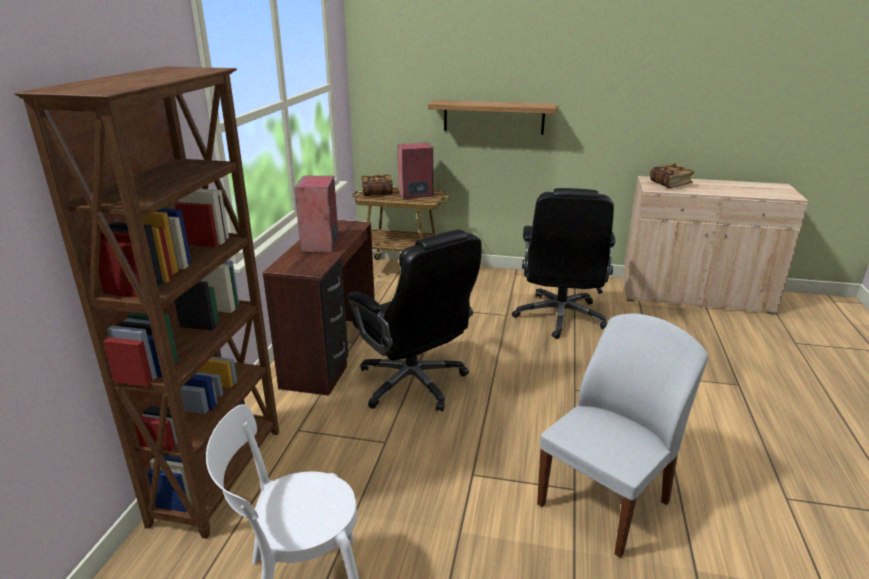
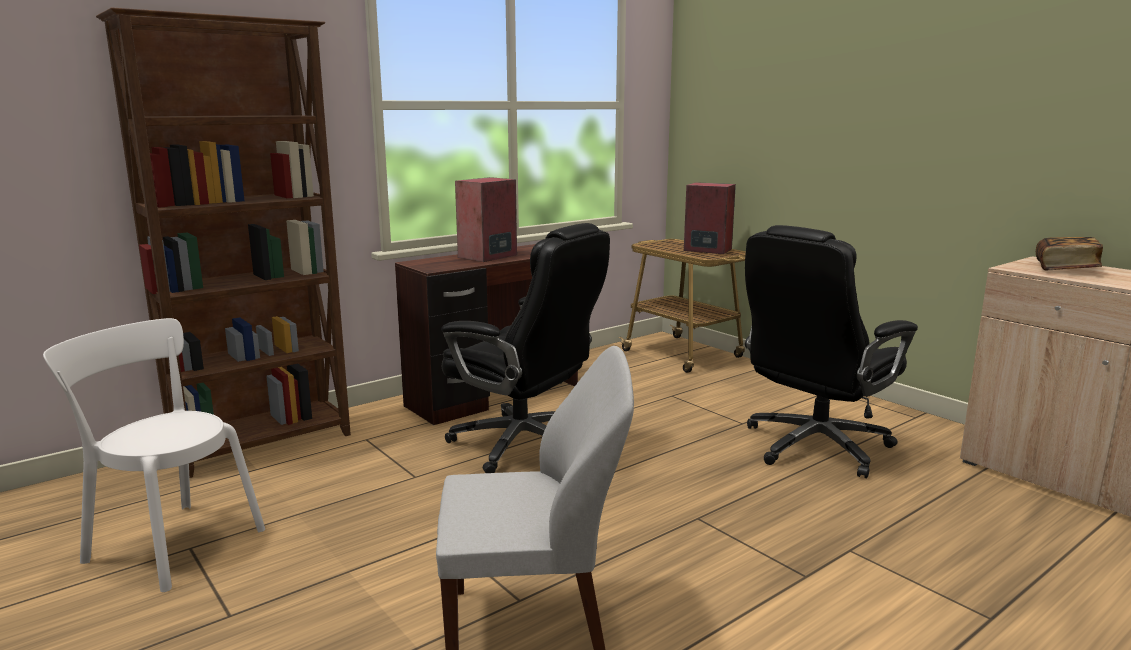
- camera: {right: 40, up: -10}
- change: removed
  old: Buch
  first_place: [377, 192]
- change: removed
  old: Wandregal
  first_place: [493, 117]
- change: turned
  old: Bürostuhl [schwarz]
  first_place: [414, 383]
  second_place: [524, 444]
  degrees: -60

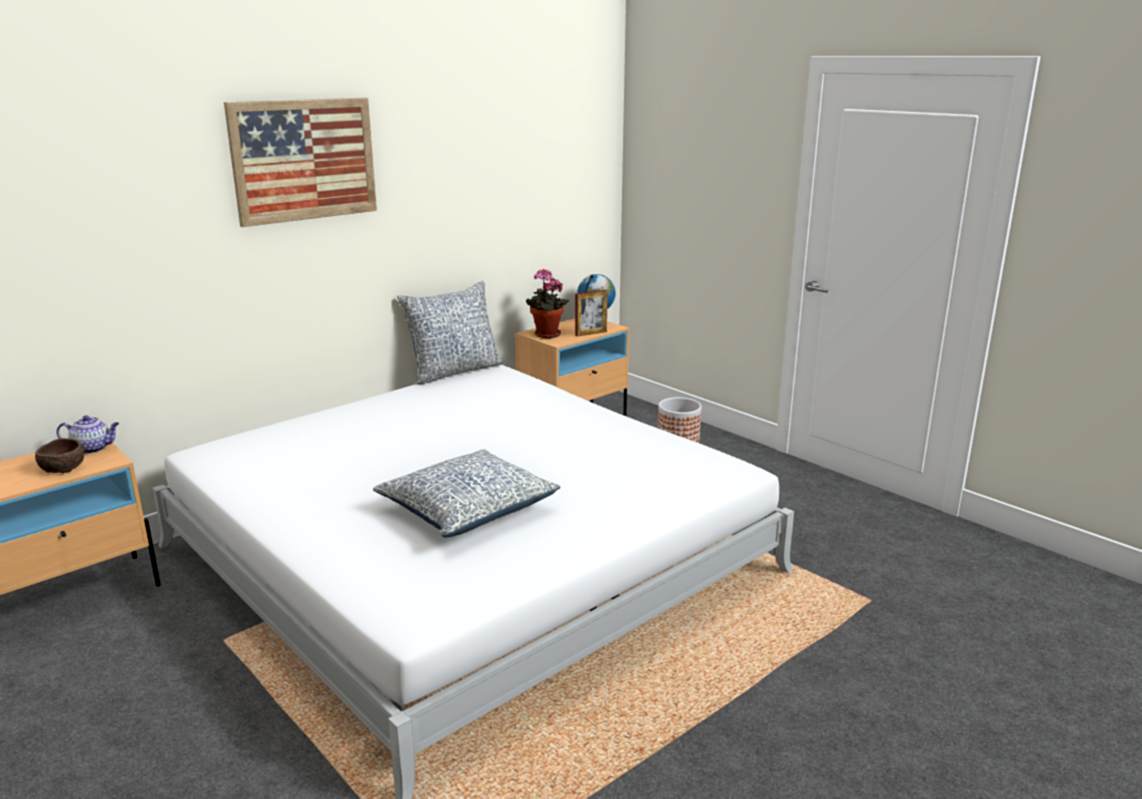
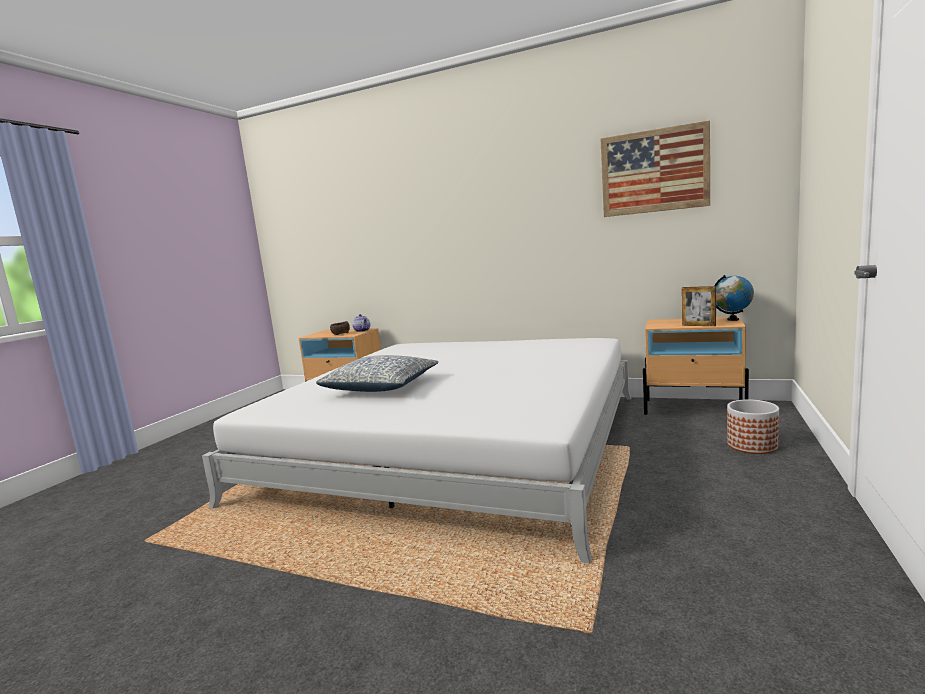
- camera: {right: 65, up: -10}
- change: removed
  old: Kissen
  first_place: [454, 371]
- change: removed
  old: Topfpflanze
  first_place: [546, 335]
- change: moved
  old: Bild
  first_place: [304, 160]
  second_place: [654, 171]

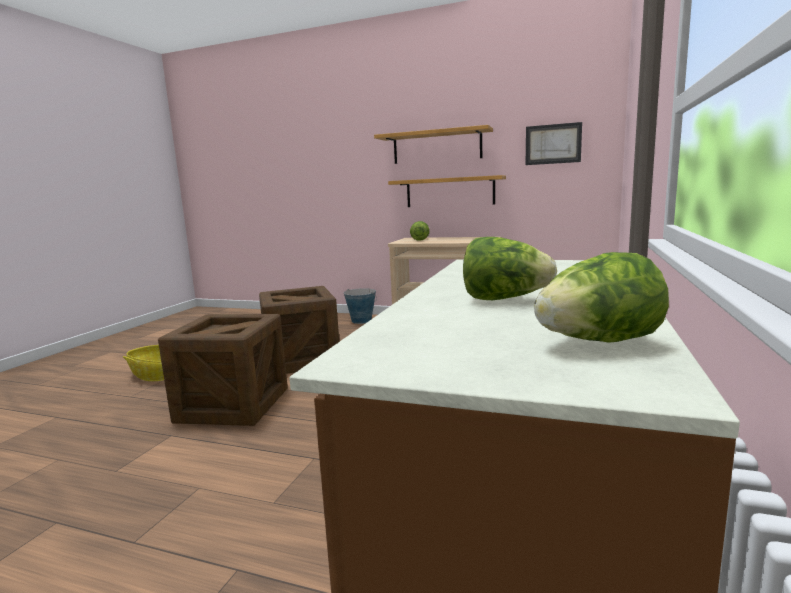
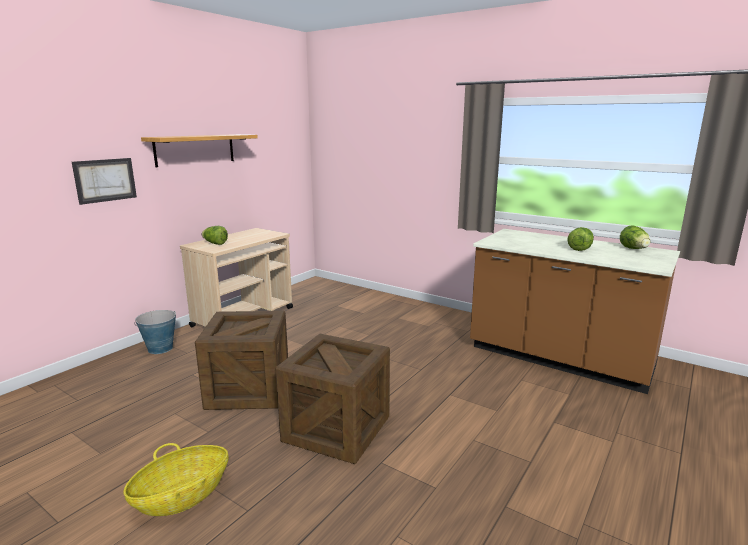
- camera: {right: -75, up: 5}
- change: removed
  old: Wandregal
  first_place: [450, 192]
- change: moved
  old: Bild
  first_place: [553, 144]
  second_place: [105, 180]

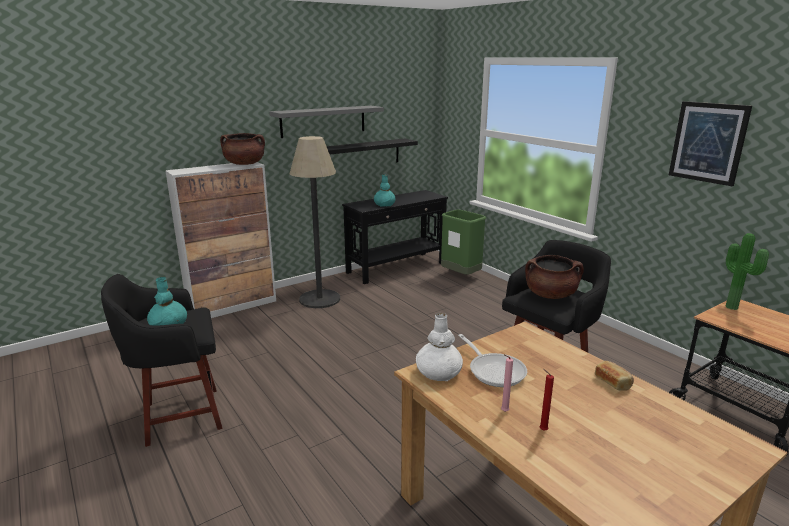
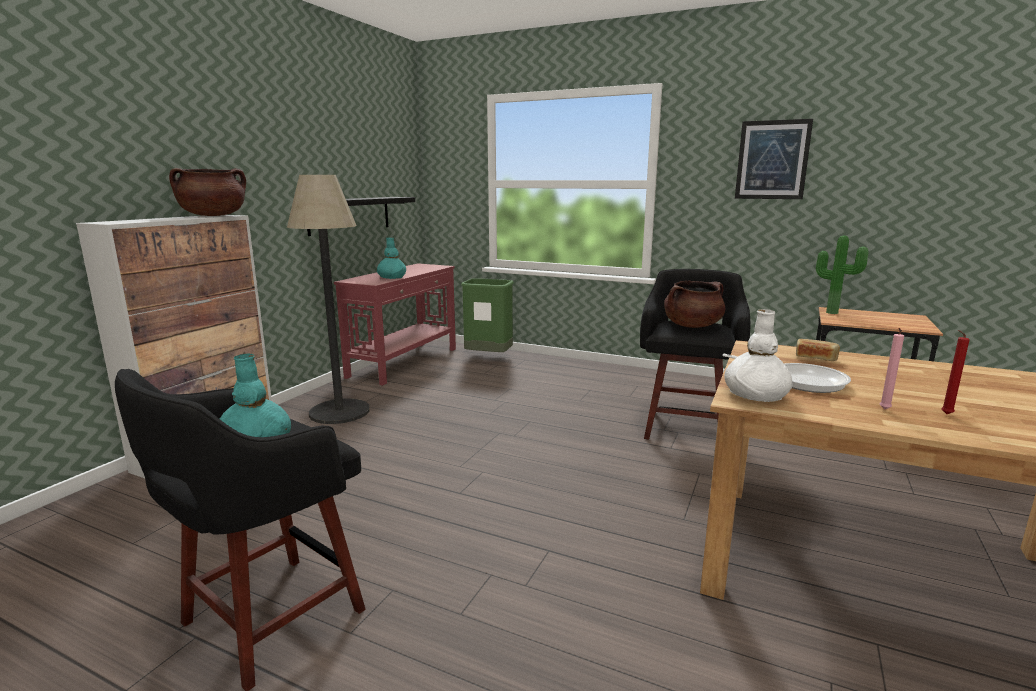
- camera: {right: -30, up: -5}
- change: removed
  old: Wandregal [grau]
  first_place: [323, 121]
- change: moved
  old: Brot
  first_place: [613, 382]
  second_place: [815, 358]
- change: recoloured
  old: Konsolentisch [schwarz]
  new: Konsolentisch [rot]
  first_place: [397, 267]
  second_place: [405, 362]

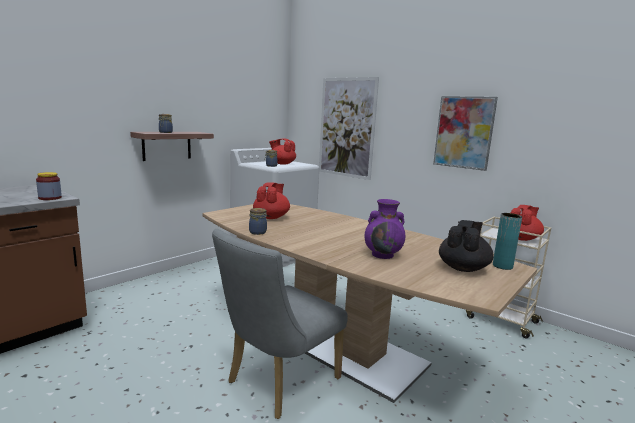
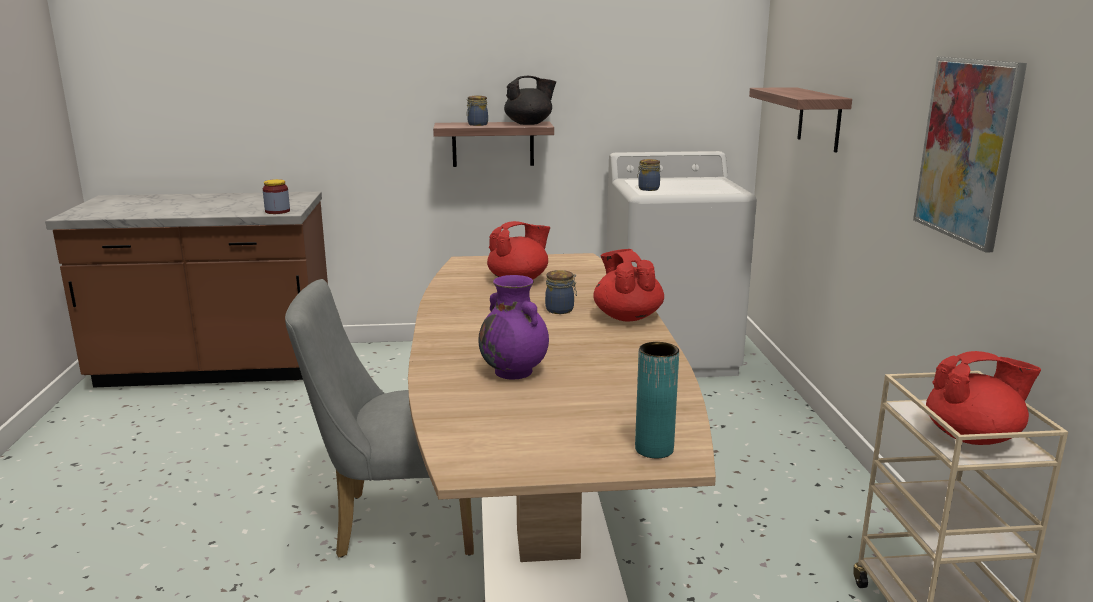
- camera: {right: 45, up: 5}
- change: moved
  old: Vorratsglas
  first_place: [258, 232]
  second_place: [561, 310]
- change: moved
  old: Teekanne [rot]
  first_place: [282, 163]
  second_place: [627, 316]
- change: moved
  old: Teekanne [schwarz]
  first_place: [463, 268]
  second_place: [529, 124]
- change: replaced
  old: Bild
  new: Wandregal
  first_place: [346, 127]
  second_place: [819, 119]

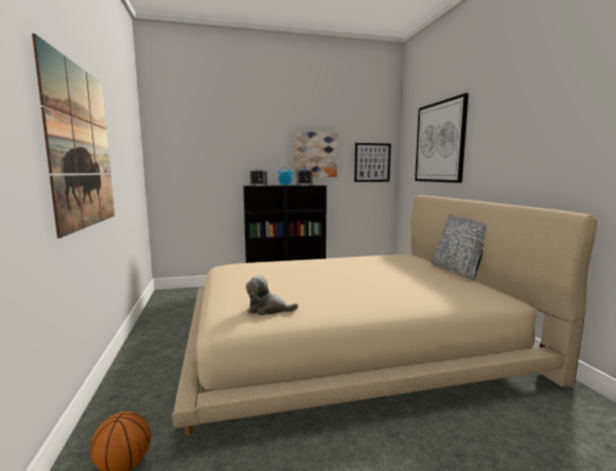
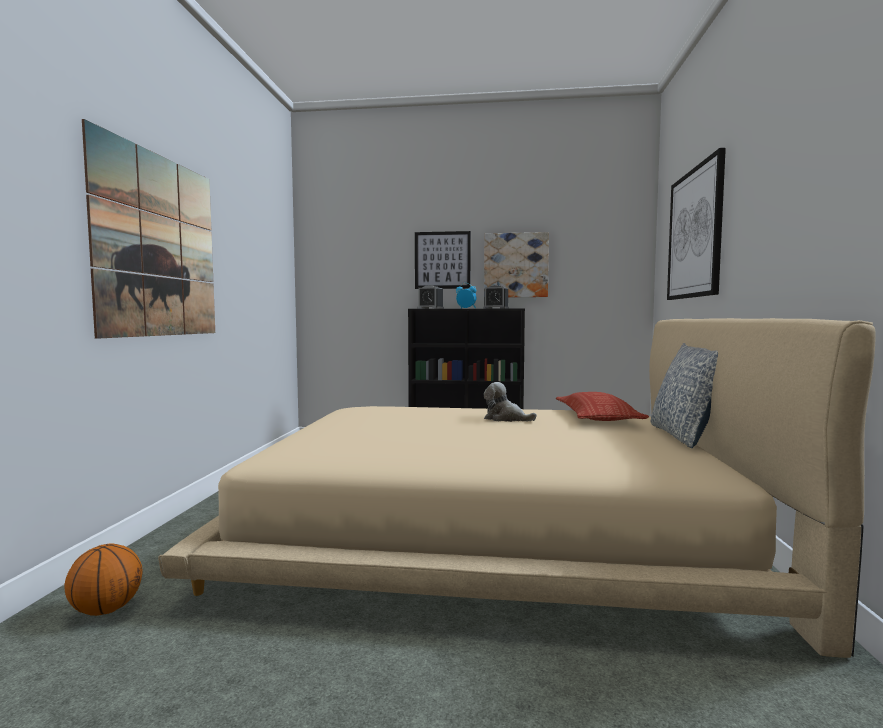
- camera: {right: 20, up: -5}
- change: added
  new: Kissen
  second_place: [597, 416]
- change: moved
  old: Plüschtier
  first_place: [268, 309]
  second_place: [505, 419]
- change: moved
  old: Bild
  first_place: [372, 162]
  second_place: [442, 260]

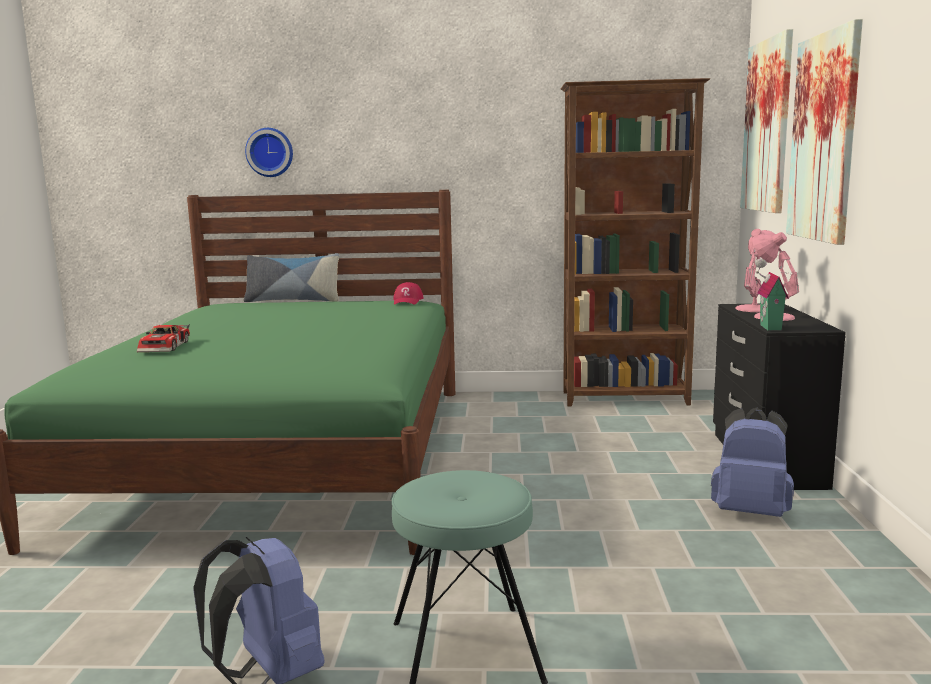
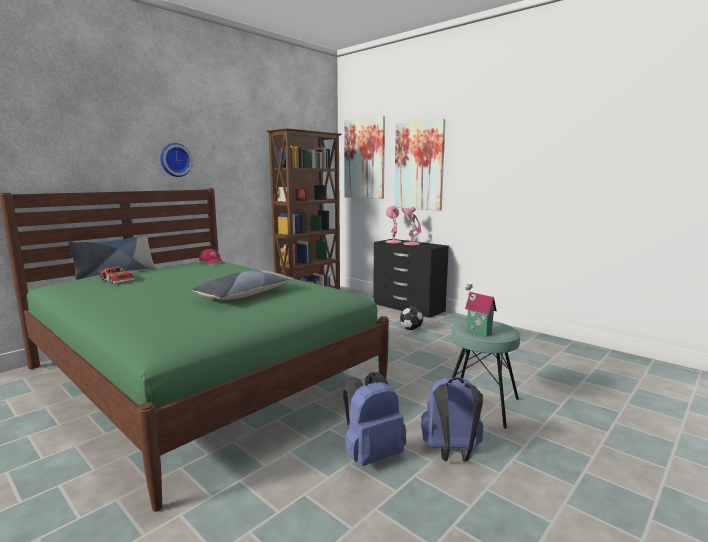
- camera: {right: -50, up: 0}
- change: added
  new: Kissen
  second_place: [244, 295]
- change: added
  new: Fußball
  second_place: [411, 329]
- change: moved
  old: Spielzeugauto
  first_place: [167, 347]
  second_place: [118, 280]
- change: moved
  old: Wanduhr
  first_place: [270, 152]
  second_place: [175, 160]
- change: moved
  old: Rucksack [blau]
  first_place: [750, 511]
  second_place: [371, 454]
- change: moved
  old: Spielzeughaus
  first_place: [768, 327]
  second_place: [478, 333]

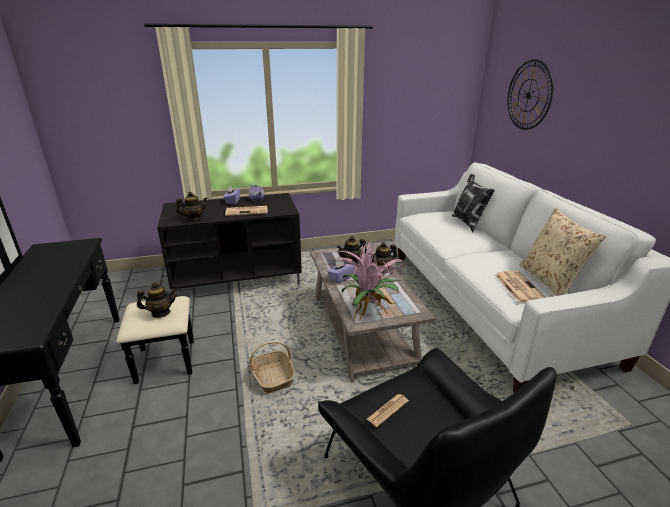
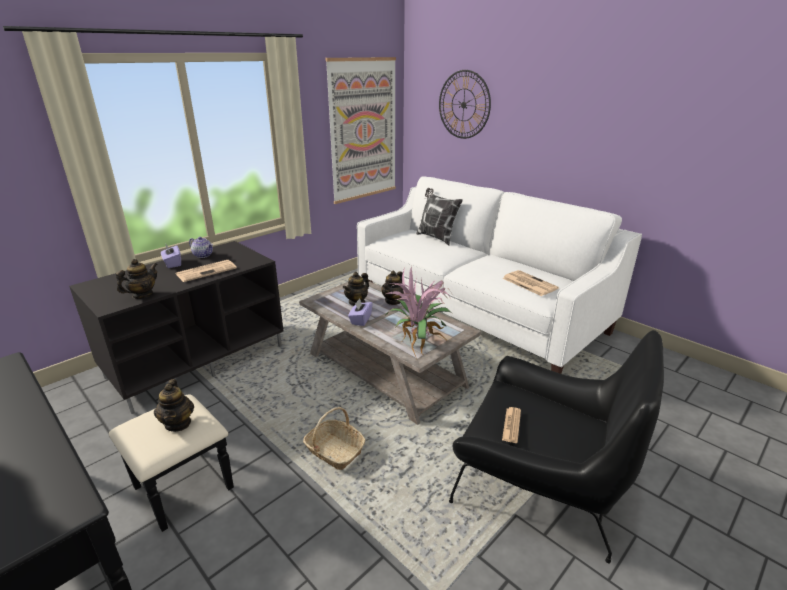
- camera: {right: -30, up: 0}
- change: removed
  old: Kissen [beige]
  first_place: [550, 281]
- change: added
  new: Bild
  second_place: [363, 130]
- change: turned
  old: Teekanne
  first_place: [160, 313]
  second_place: [178, 423]
  degrees: 120

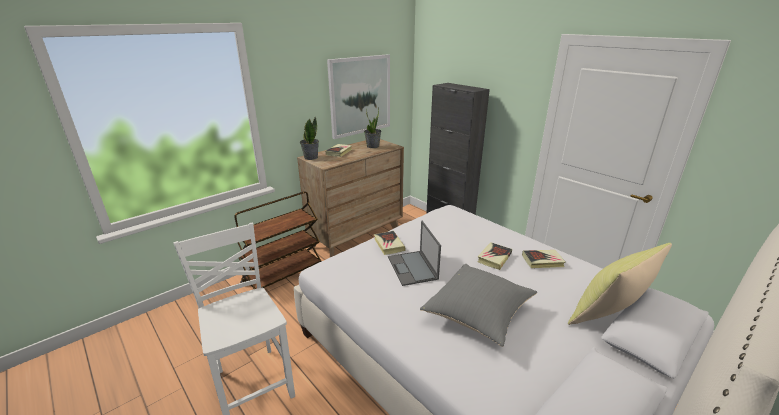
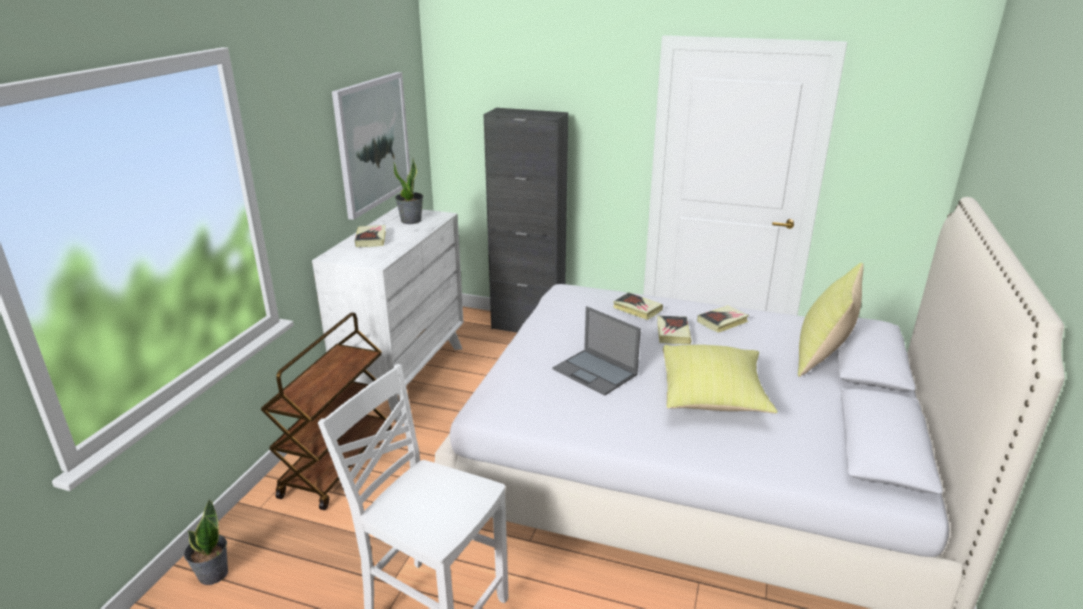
- camera: {right: -30, up: 0}
- change: moved
  old: Topfpflanze
  first_place: [310, 157]
  second_place: [212, 574]
- change: moved
  old: Buch
  first_place: [389, 245]
  second_place: [637, 309]
- change: recoloured
  old: Kommode [braun]
  new: Kommode [weiß]
  first_place: [356, 239]
  second_place: [404, 375]
- change: recoloured
  old: Kissen [grau]
  new: Kissen [gelb]
  first_place: [478, 315]
  second_place: [713, 398]

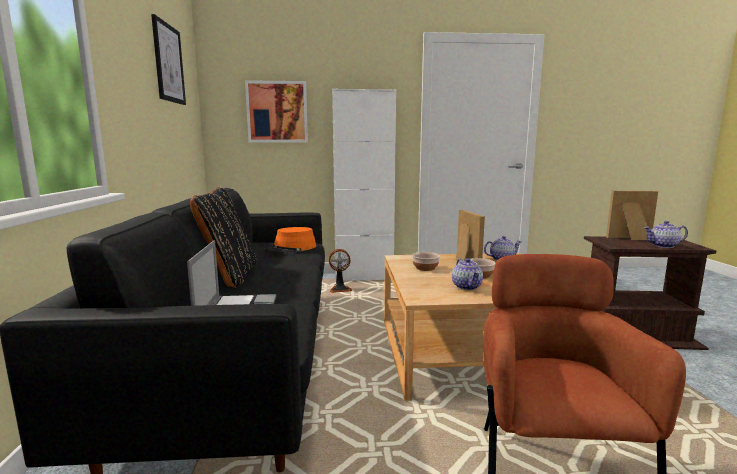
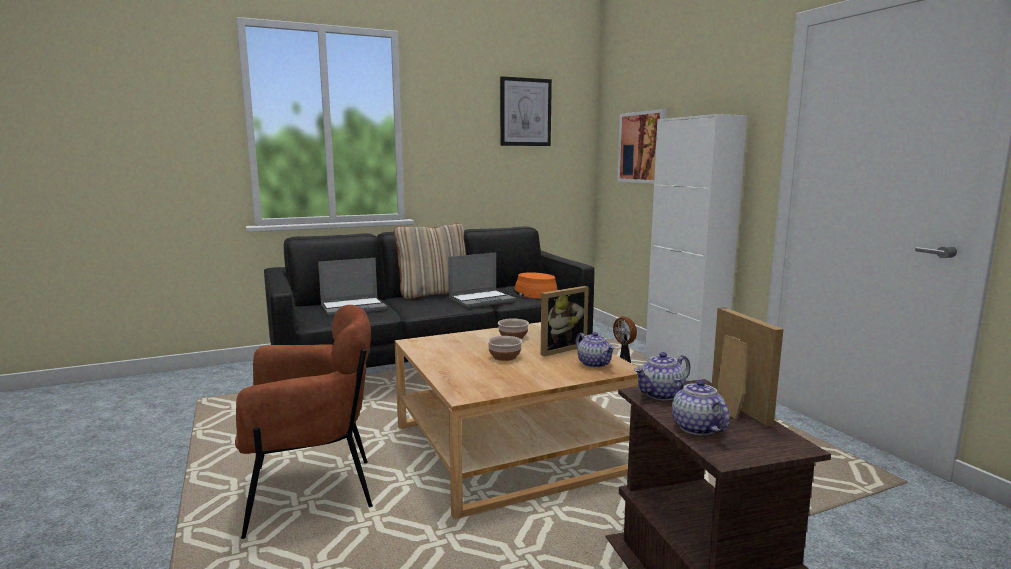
- camera: {right: 70, up: 0}
- change: added
  new: Laptop
  second_place: [482, 300]
- change: moved
  old: Teekanne
  first_place: [467, 287]
  second_place: [661, 395]
- change: recoloured
  old: Kissen [schwarz]
  new: Kissen [beige]
  first_place: [229, 275]
  second_place: [434, 294]

